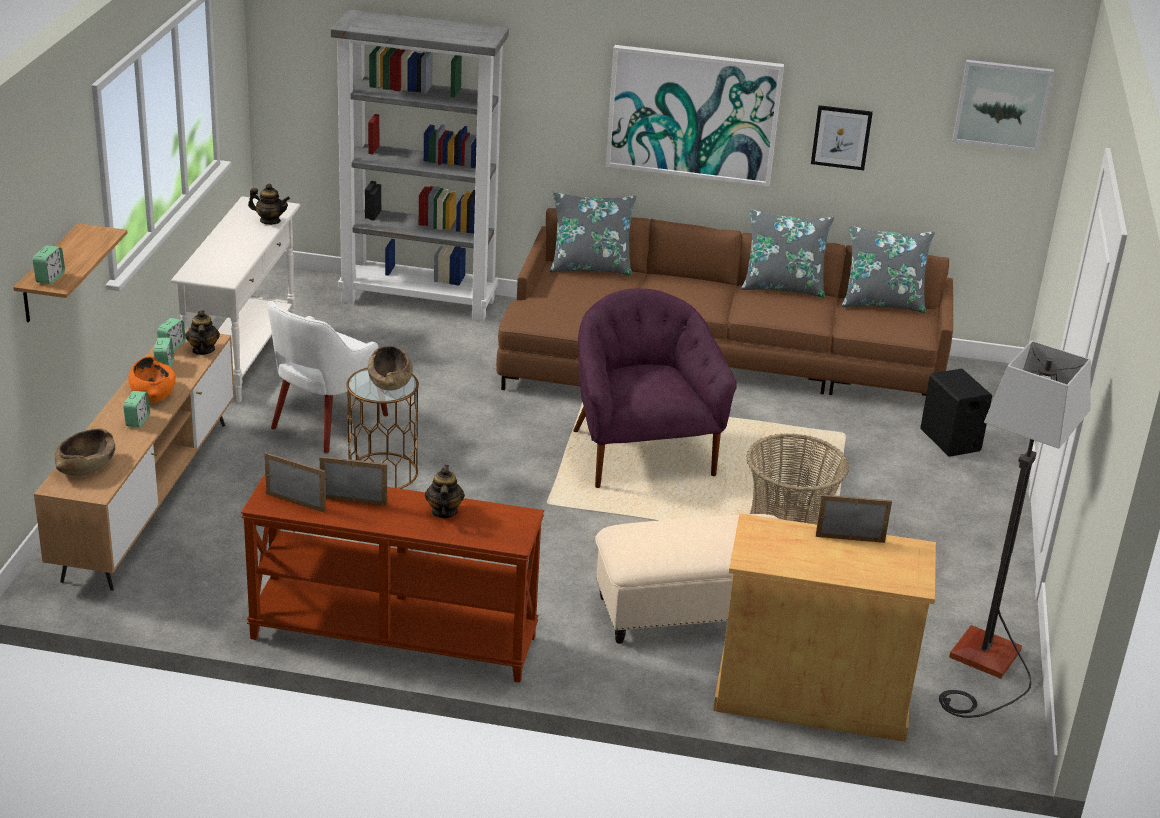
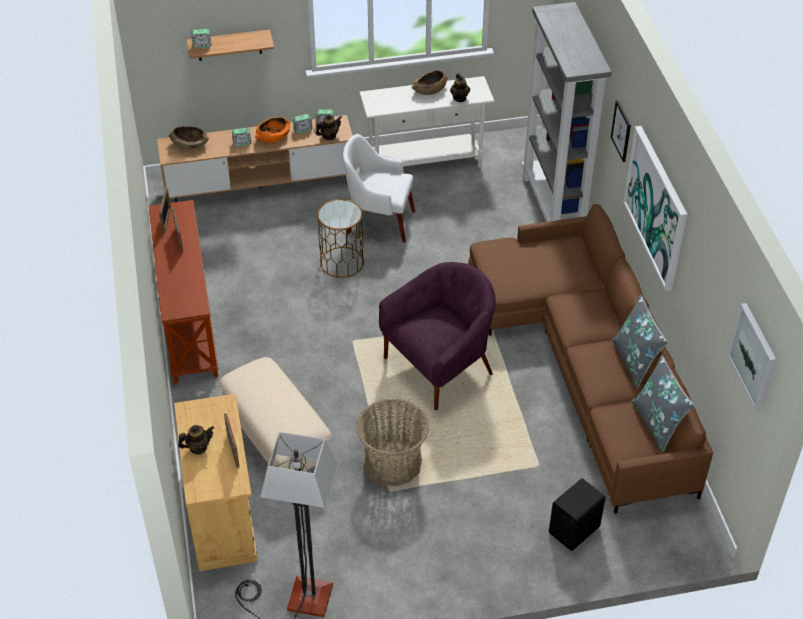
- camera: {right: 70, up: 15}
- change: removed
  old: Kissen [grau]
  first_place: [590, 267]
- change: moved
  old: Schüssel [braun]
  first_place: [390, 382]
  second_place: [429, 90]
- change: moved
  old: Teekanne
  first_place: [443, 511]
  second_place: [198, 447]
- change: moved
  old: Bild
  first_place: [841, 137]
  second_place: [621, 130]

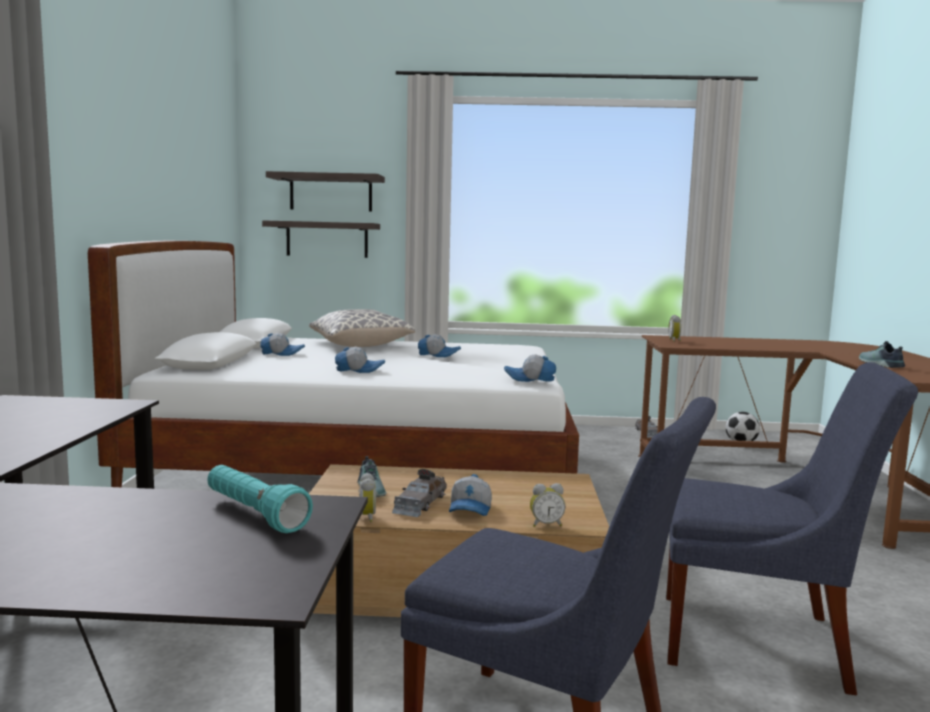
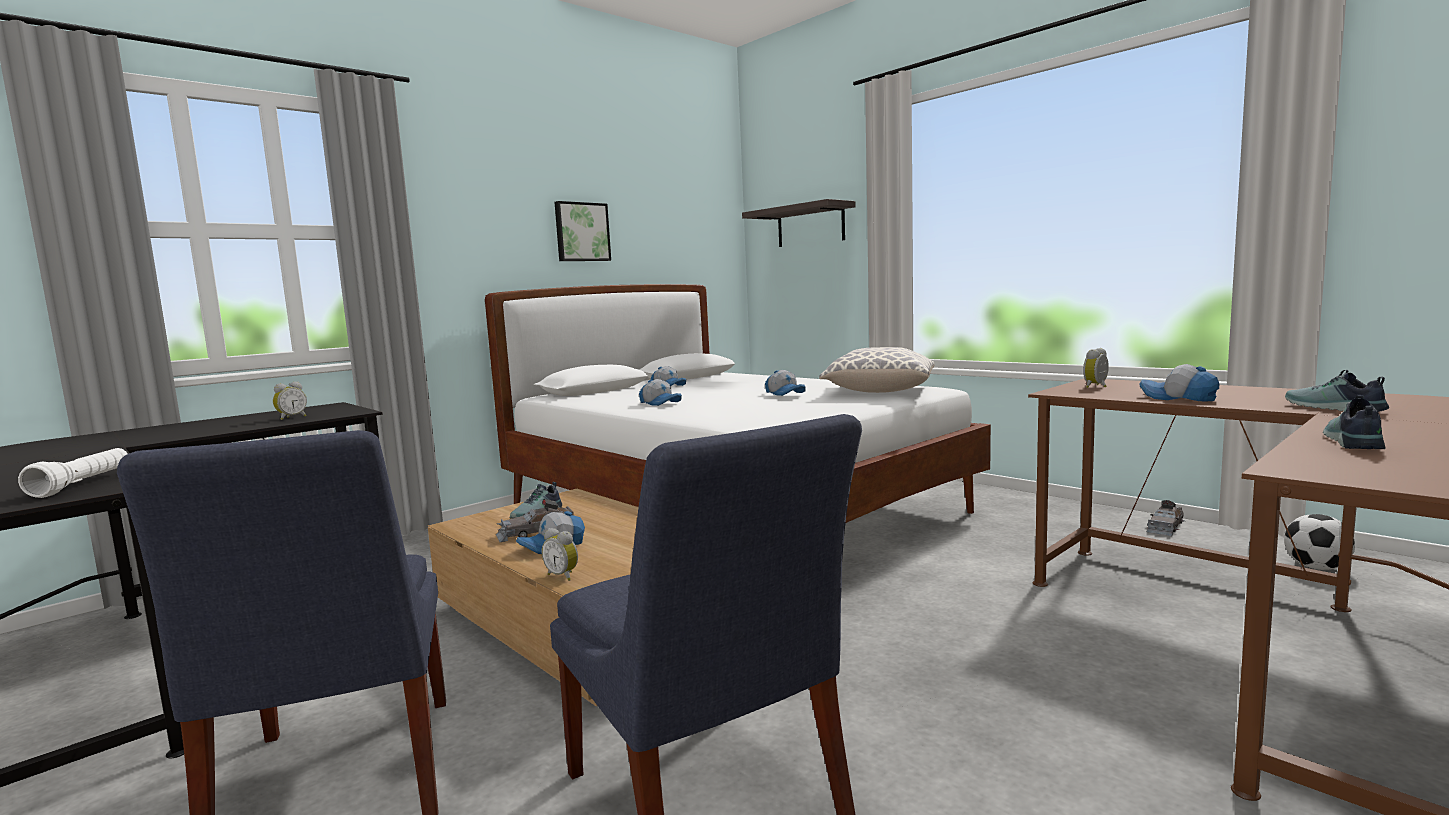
- camera: {right: 45, up: 0}
- change: removed
  old: Wandregal
  first_place: [327, 239]
- change: added
  new: Bild
  second_place: [581, 232]
- change: added
  new: Schuh
  second_place: [1332, 408]
- change: moved
  old: Kissen
  first_place: [360, 346]
  second_place: [879, 391]
- change: moved
  old: Wecker
  first_place: [365, 517]
  second_place: [291, 418]
- change: moved
  old: Kappe
  first_place: [530, 379]
  second_place: [1178, 398]
- change: recoloured
  old: Taschenlampe [türkis]
  new: Taschenlampe [weiß]
  first_place: [254, 514]
  second_place: [83, 484]

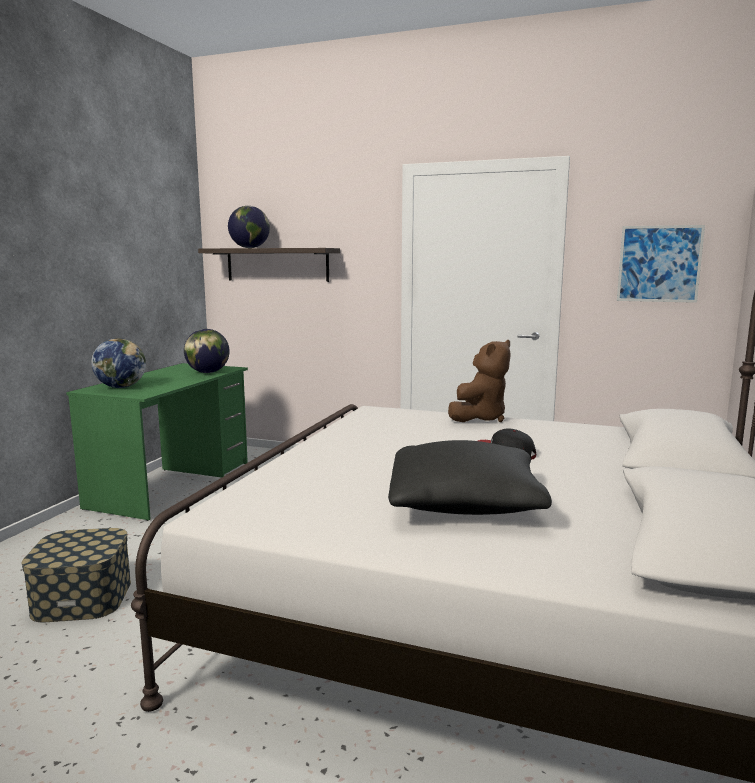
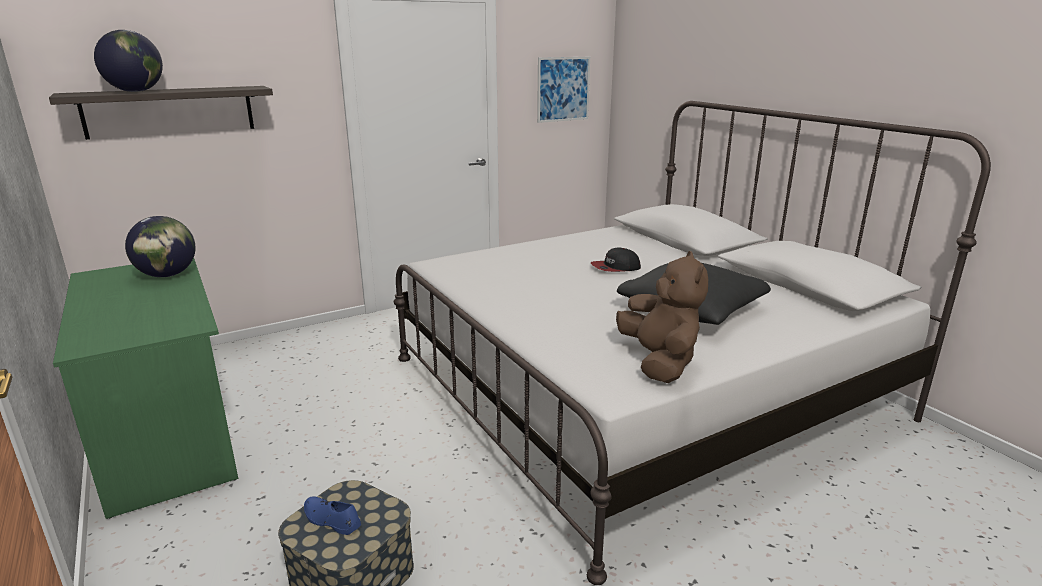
- camera: {right: -50, up: 10}
- change: removed
  old: Globus
  first_place: [121, 387]
- change: added
  new: Schuh [blau]
  second_place: [331, 520]
- change: moved
  old: Plüschtier [braun]
  first_place: [479, 418]
  second_place: [659, 362]

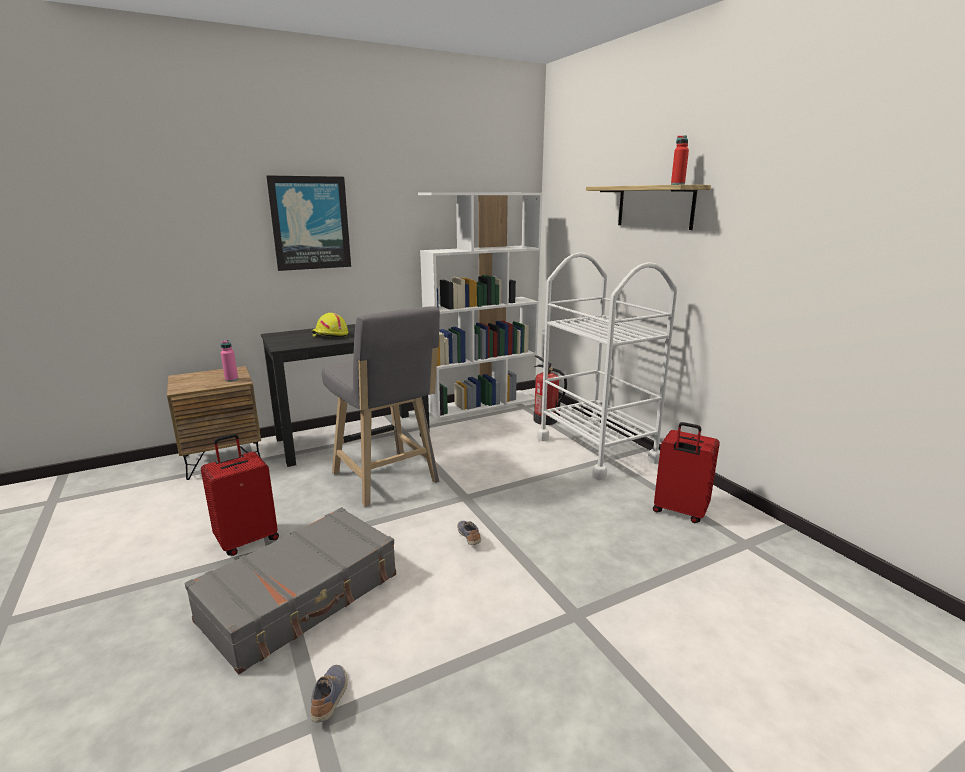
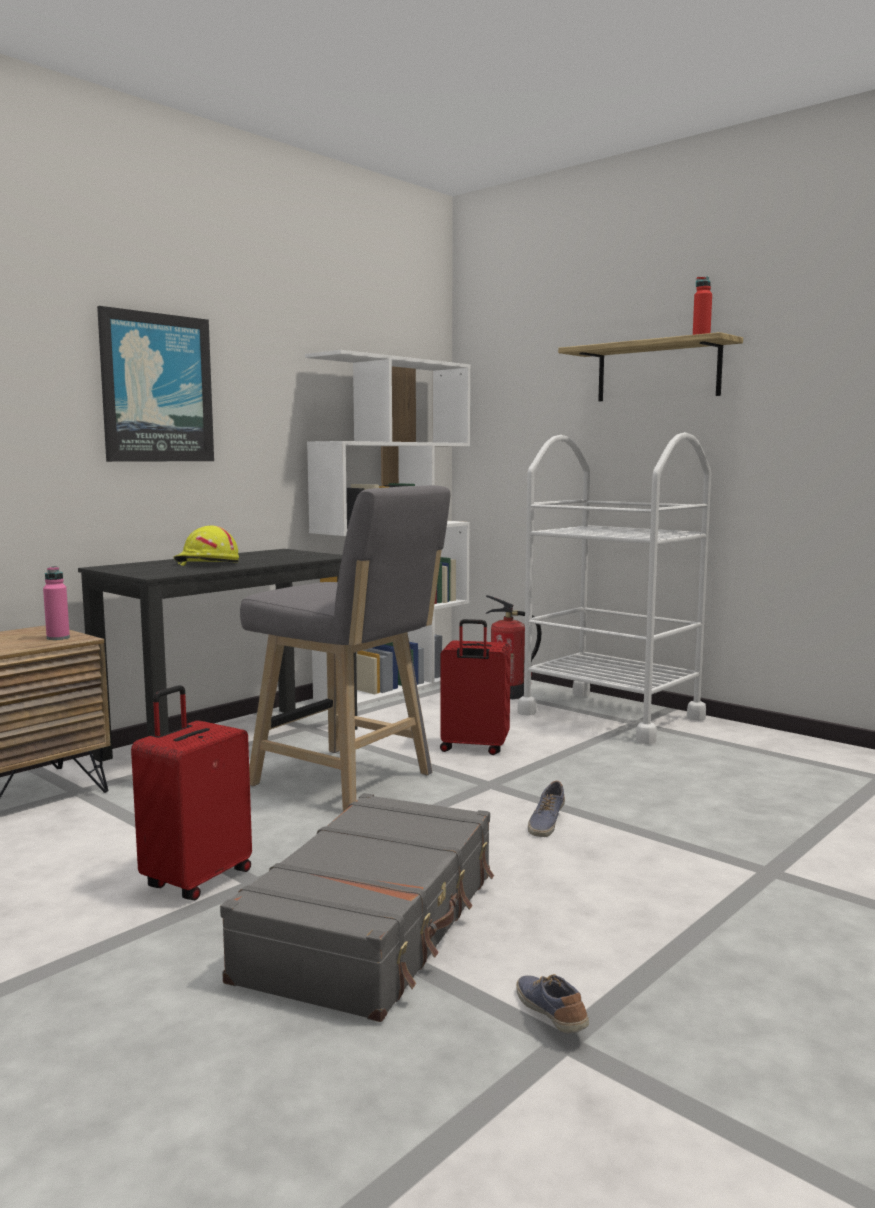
- camera: {right: -20, up: -10}
- change: moved
  old: Koffer [rot]
  first_place: [679, 512]
  second_place: [474, 748]
- change: turned
  old: Schuh
  first_place: [469, 537]
  second_place: [546, 823]
  degrees: -120

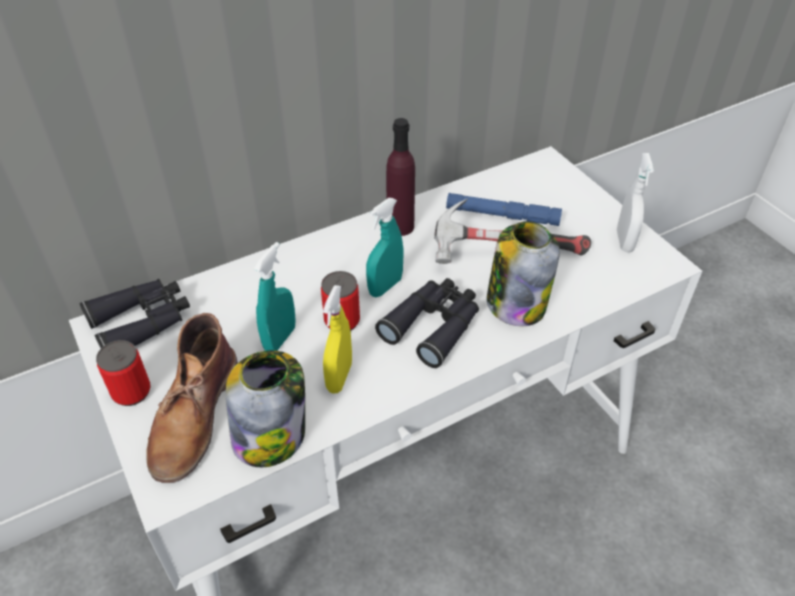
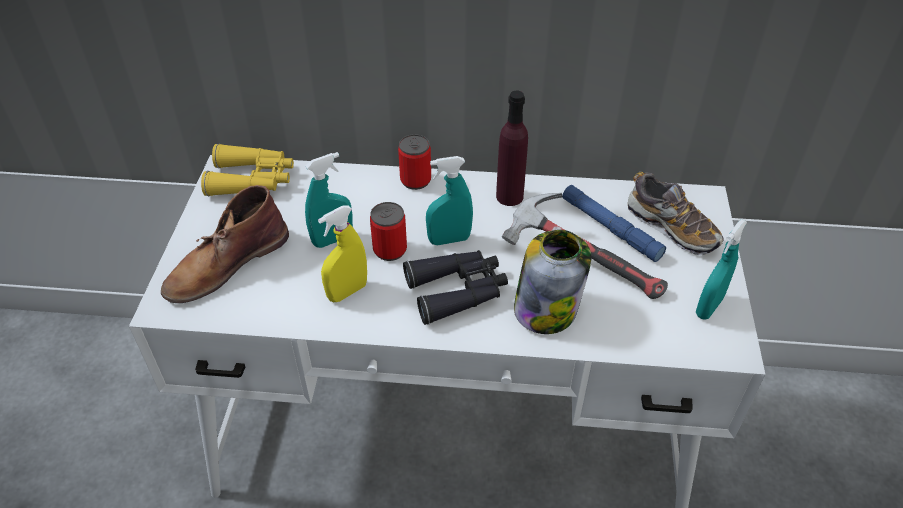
- camera: {right: 35, up: 0}
- change: removed
  old: Vorratsglas
  first_place: [271, 435]
- change: added
  new: Schuh
  second_place: [671, 228]
- change: moved
  old: Dose
  first_place: [131, 392]
  second_place: [415, 180]
- change: recoloured
  old: Fernglas [schwarz]
  new: Fernglas [gelb]
  first_place: [142, 322]
  second_place: [252, 180]
- change: recoloured
  old: Sprühflasche [weiß]
  new: Sprühflasche [türkis]
  first_place: [624, 241]
  second_place: [709, 307]

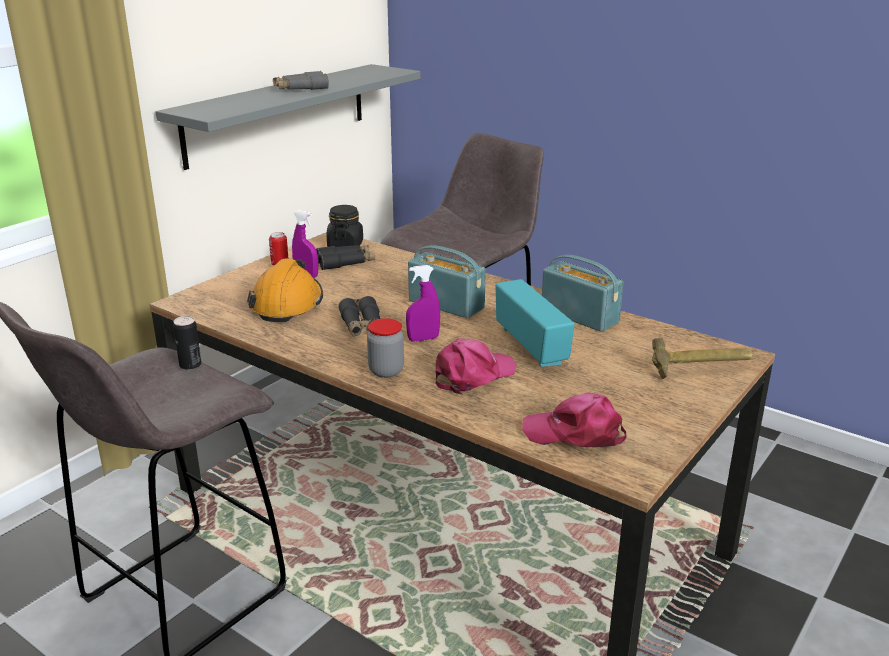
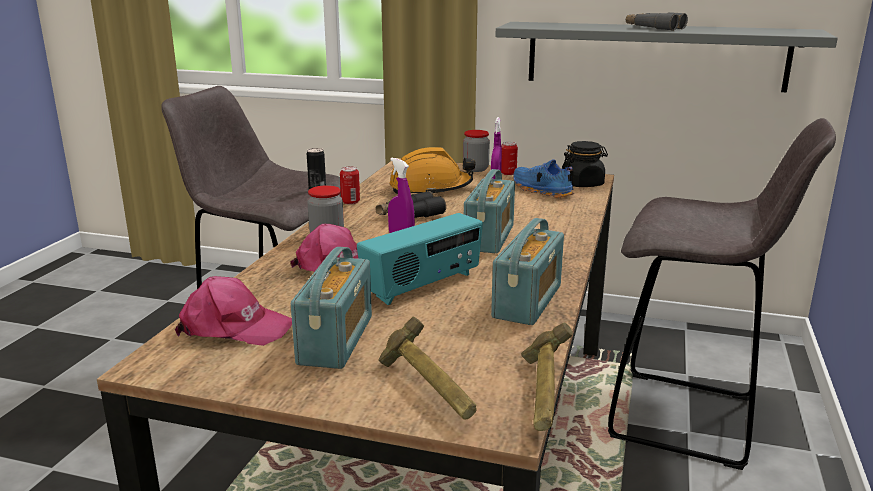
- camera: {right: 70, up: -5}
- change: added
  new: Radio
  second_place: [336, 340]
- change: added
  new: Dose
  second_place: [350, 202]
- change: added
  new: Vorratsglas
  second_place: [475, 169]
- change: added
  new: Hammer
  second_place: [543, 398]
- change: replaced
  old: Fernglas [schwarz]
  new: Schuh [blau]
  first_place: [346, 263]
  second_place: [541, 190]
- change: turned
  old: Kappe [rosa]
  first_place: [575, 433]
  second_place: [234, 327]
  degrees: 105

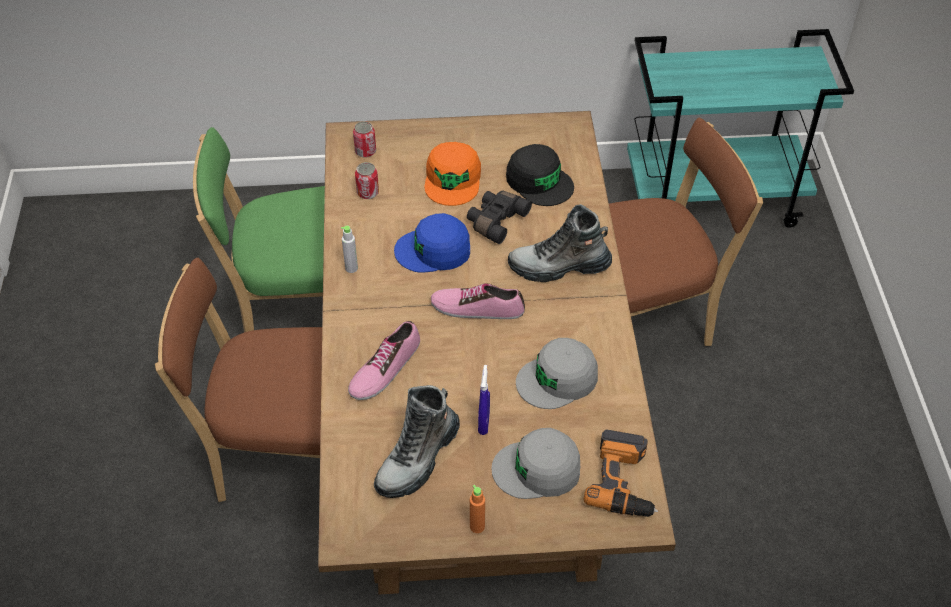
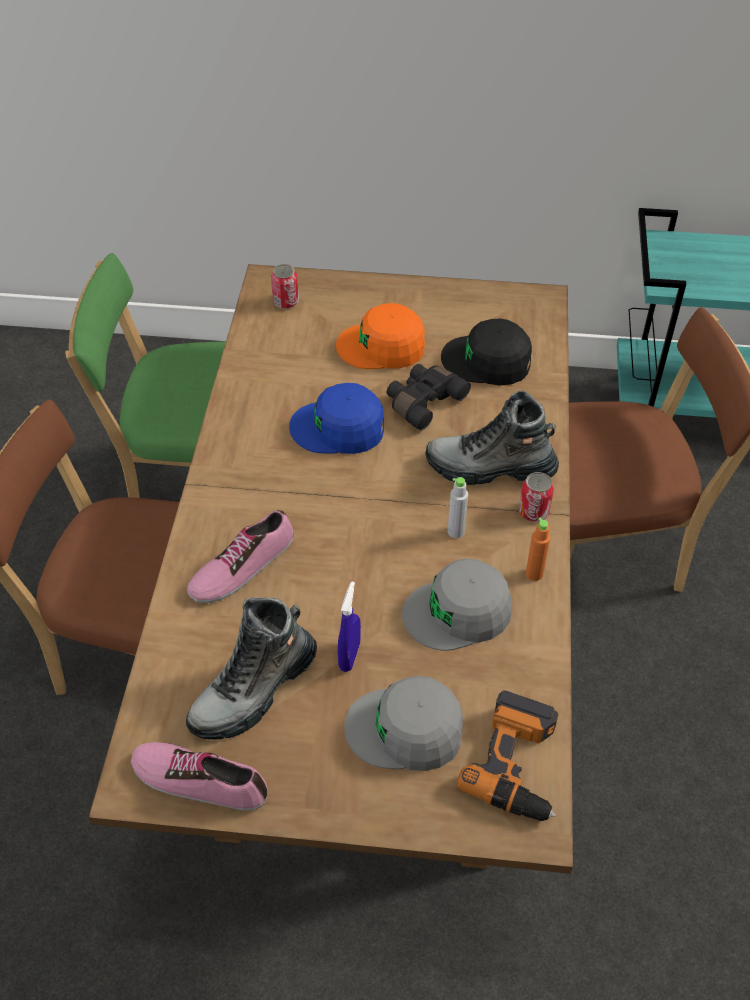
- camera: {right: 10, up: 0}
- change: moved
  old: Flasche [grau]
  first_place: [351, 268]
  second_place: [456, 531]
- change: moved
  old: Dose
  first_place: [368, 193]
  second_place: [533, 512]
- change: moved
  old: Schuh
  first_place: [477, 307]
  second_place: [200, 779]
- change: moved
  old: Flasche [orange]
  first_place: [477, 526]
  second_place: [534, 574]
- change: turned
  old: Kappe [orange]
  first_place: [453, 179]
  second_place: [382, 346]
  degrees: 75
- change: turned
  old: Kappe [schwarz]
  first_place: [539, 181]
  second_place: [487, 361]
  degrees: 135

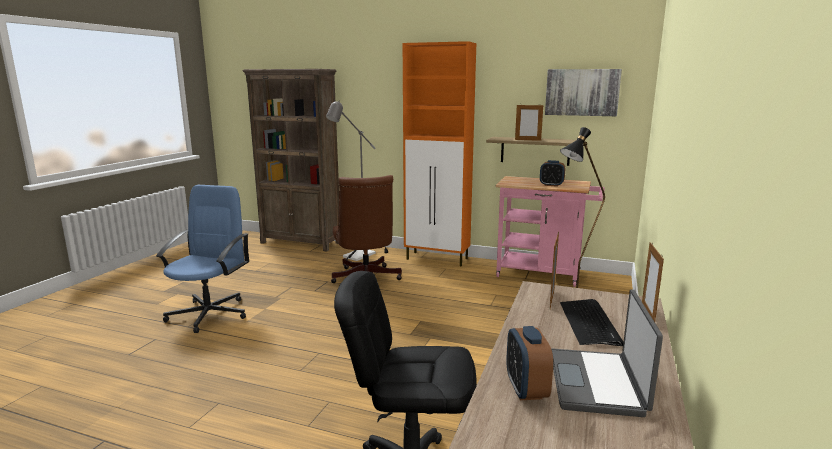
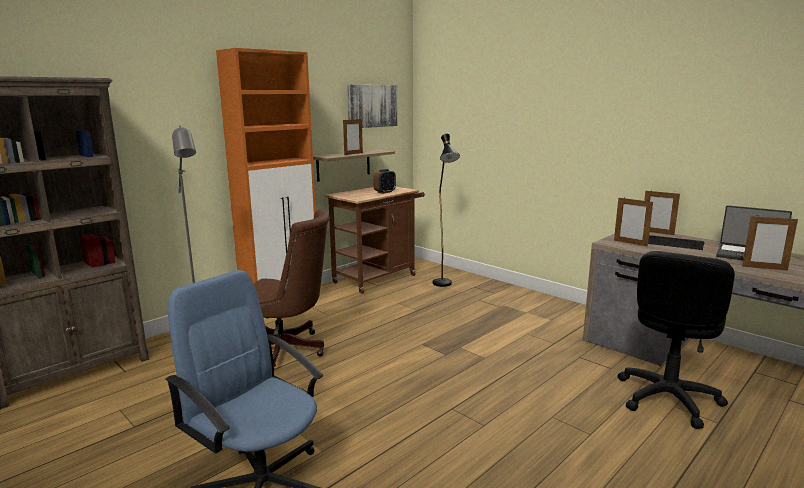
- camera: {right: -65, up: 0}
- change: replaced
  old: Wecker
  new: Bilderrahmen
  first_place: [526, 389]
  second_place: [764, 268]
- change: recoloured
  old: Rollwagen [rosa]
  new: Rollwagen [braun]
  first_place: [544, 274]
  second_place: [378, 277]

